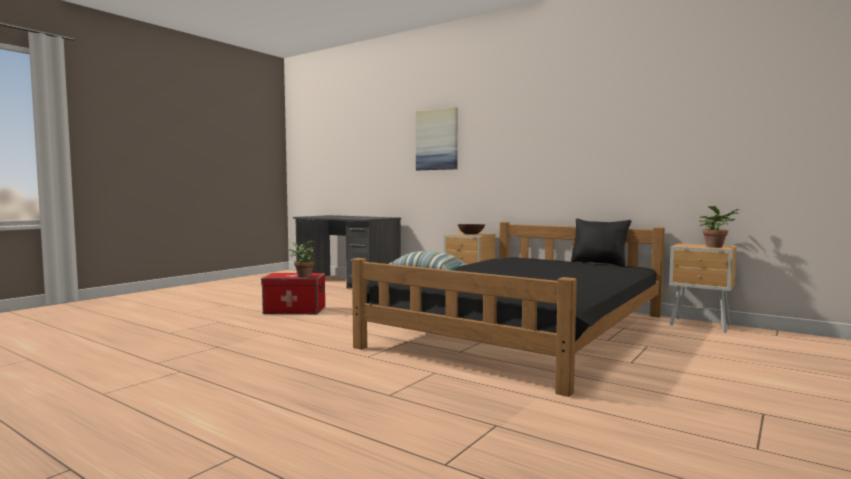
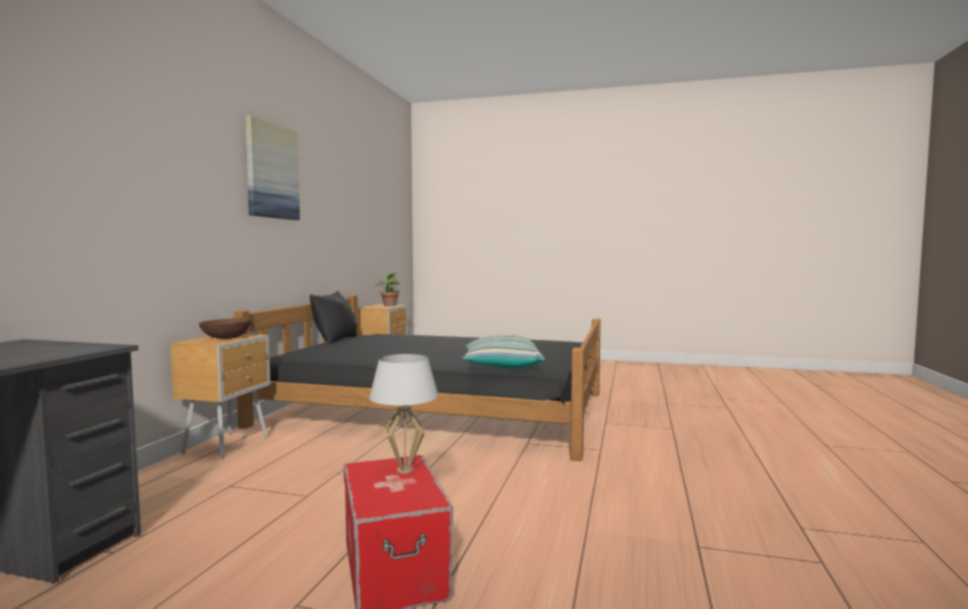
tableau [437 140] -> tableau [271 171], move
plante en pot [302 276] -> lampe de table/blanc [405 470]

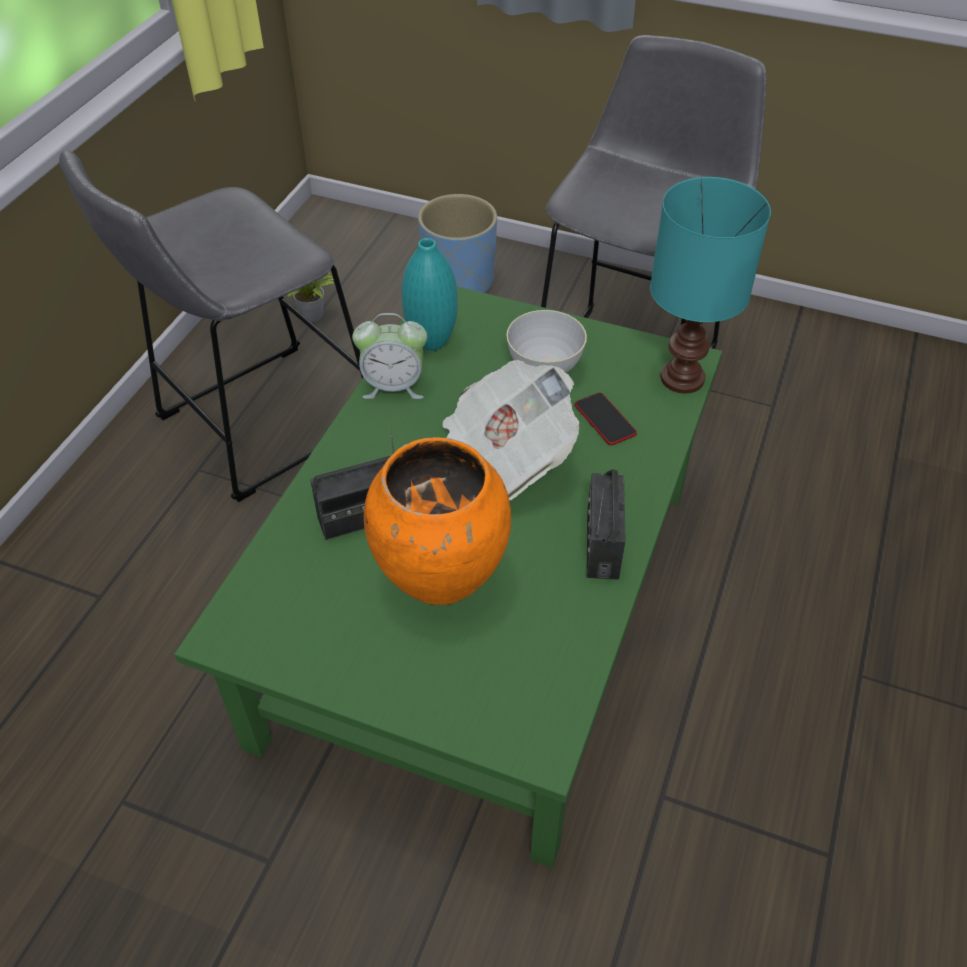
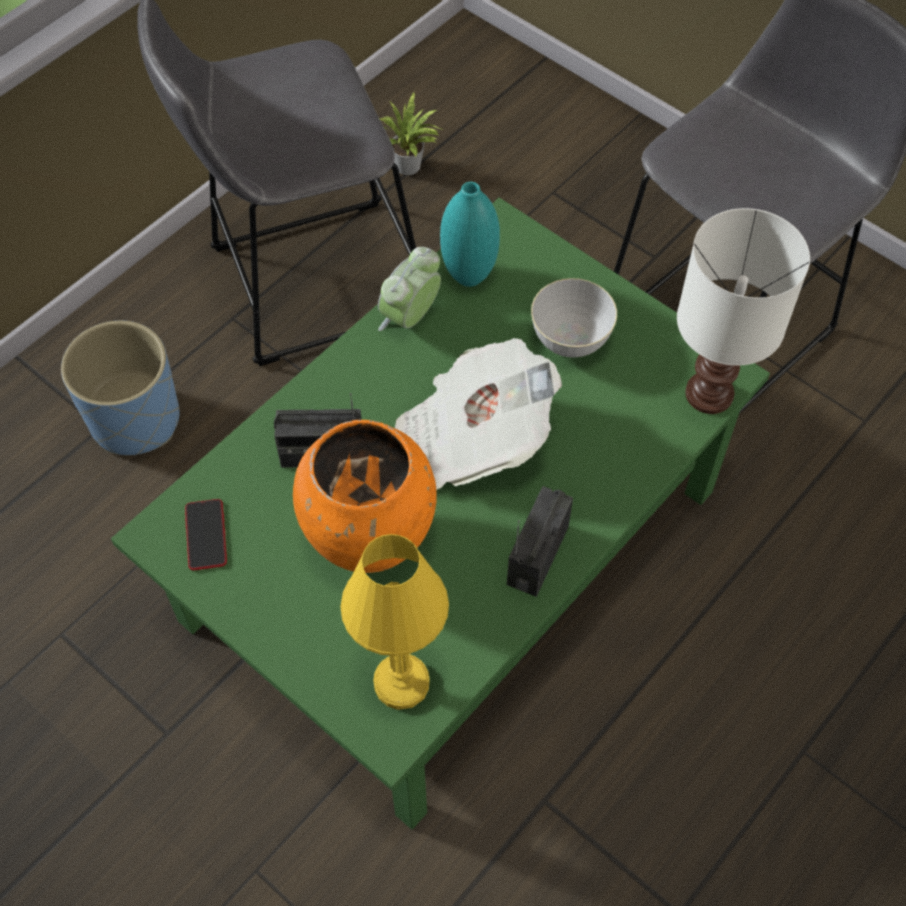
none -> lampe de table/jaune [401 683]
cache-pot/bleu [459 282] -> cache-pot/bleu [136 420], move
téléphone [605 420] -> téléphone [206 535], move
lampe de table/turquoise [684 379] -> lampe de table/blanc [711 395]
réveil [394 386] -> réveil [410 317], 105 degrees clockwise

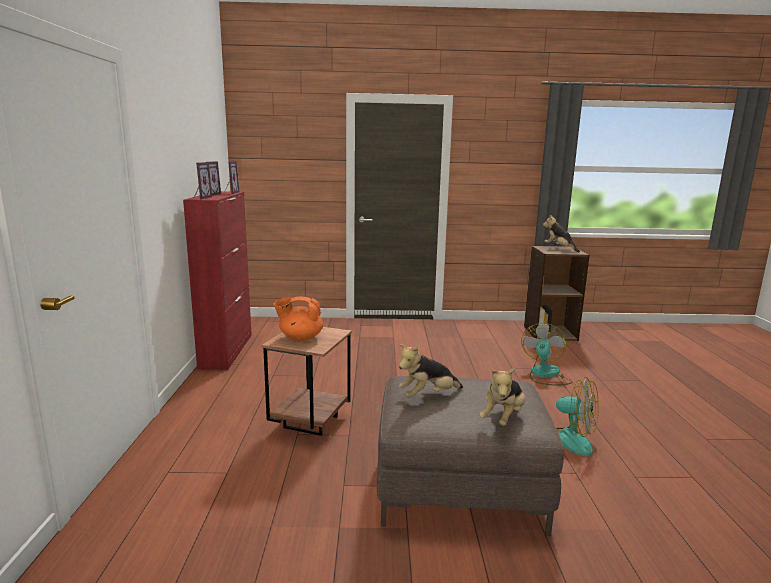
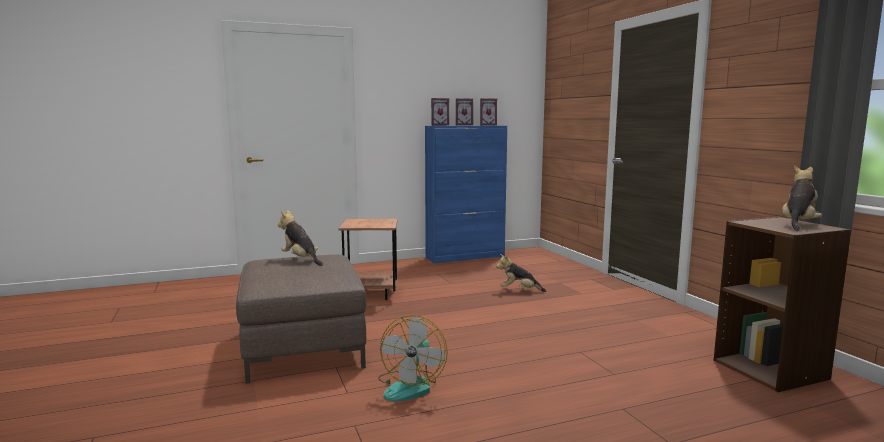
théière/orange [300 338] -> none
ventilateur [545 375] -> none
peluche [503 418] -> peluche [519 290], move
meuble de rangement/rouge [227 350] -> meuble de rangement/bleu [465 257]

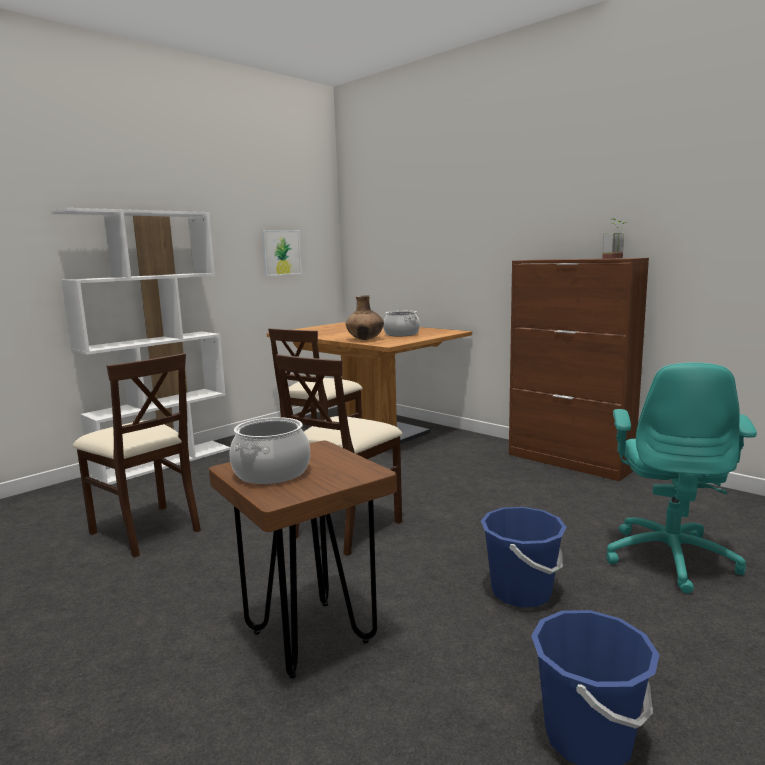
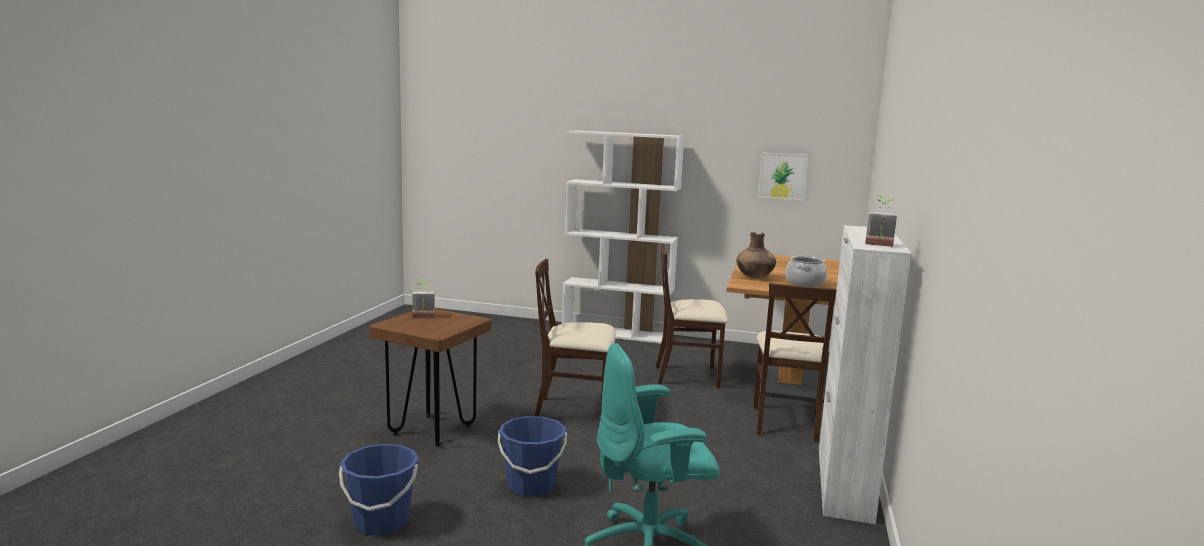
chaise/beige [146 530] -> chaise/beige [786 423], move
marmite [271 472] -> plante en pot [423 317]
meuble de rangement/marron [569 462] -> meuble de rangement/blanc [844 483]

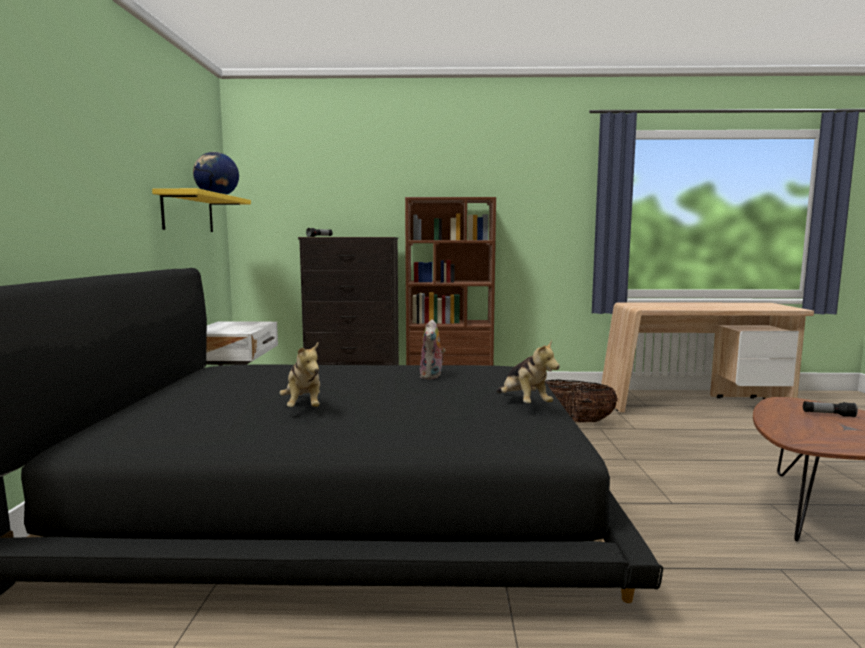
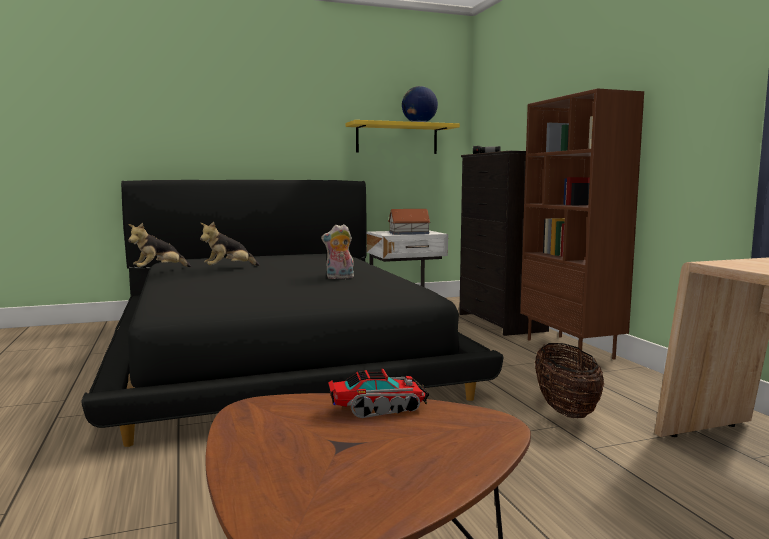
lampe de poche [828 415] -> none
none -> camion jouet [379 409]
none -> maison miniature [409 233]
peluche [524 404] -> peluche [159 270], move

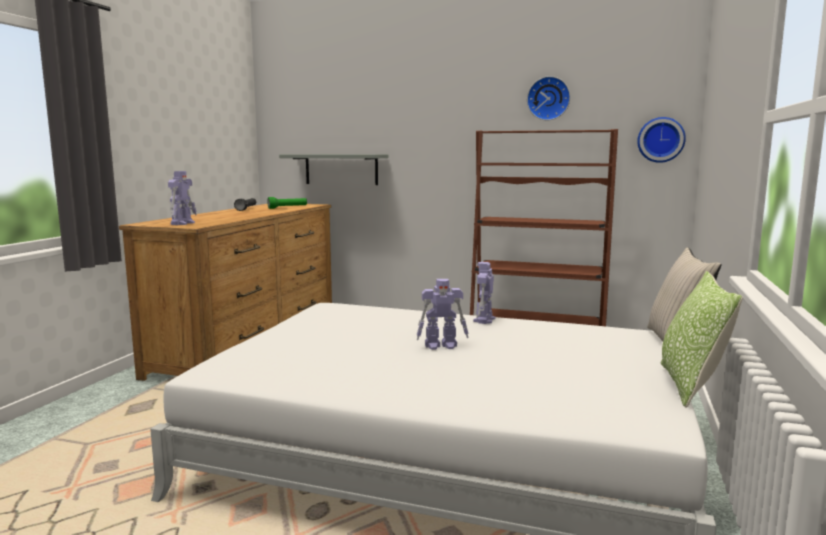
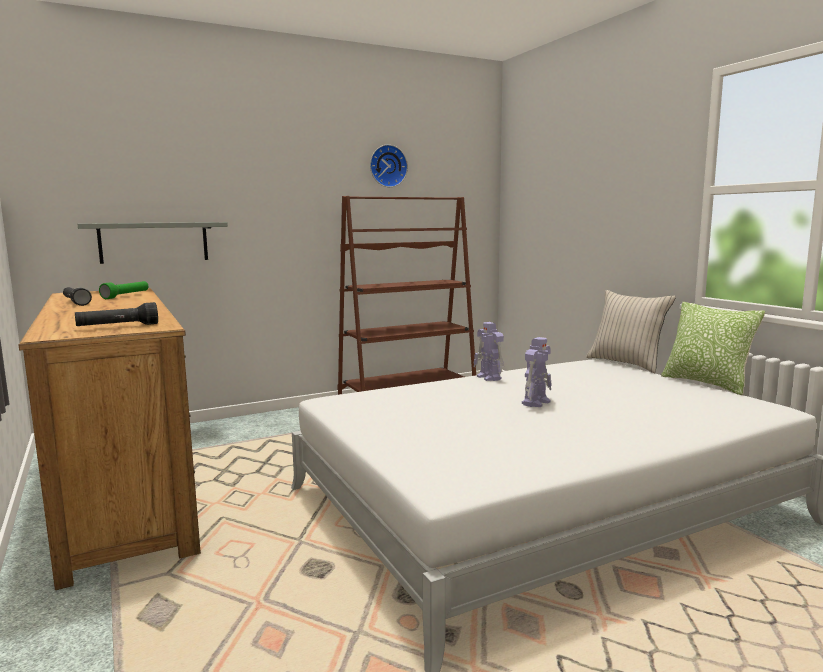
horloge murale [660 140] -> none
robot jouet [183 223] -> lampe de poche/noir [118 327]

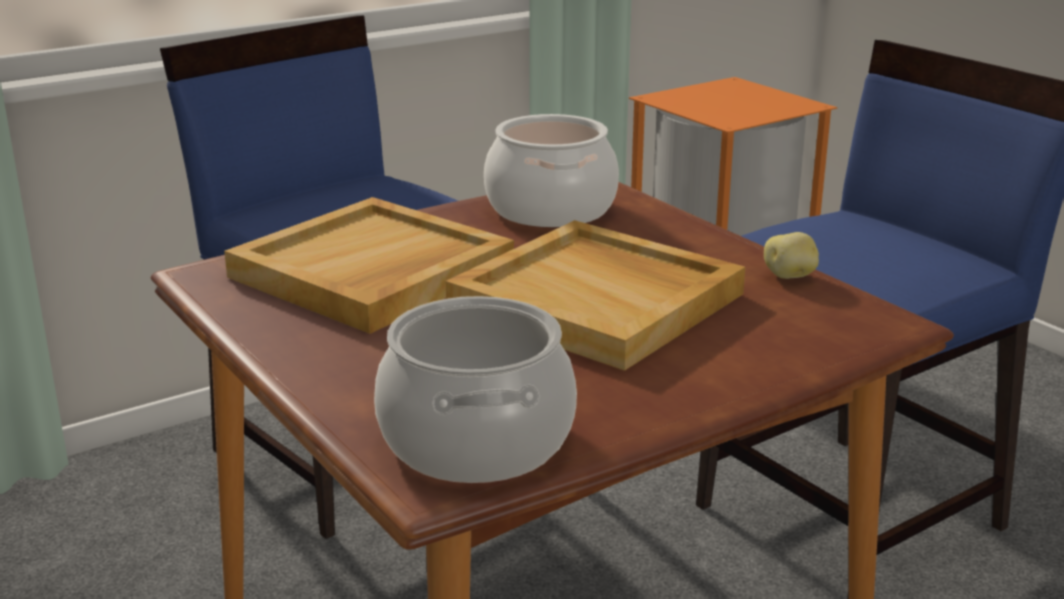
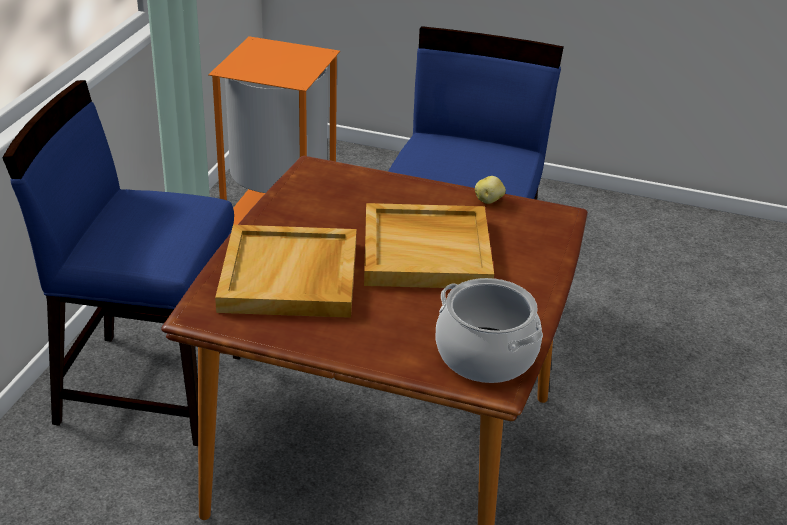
marmite [551 209] -> none

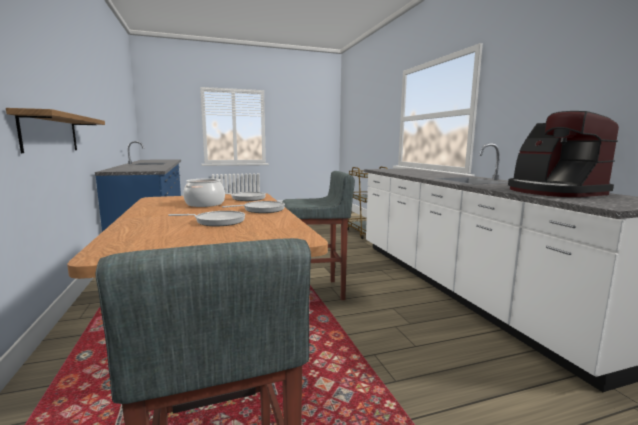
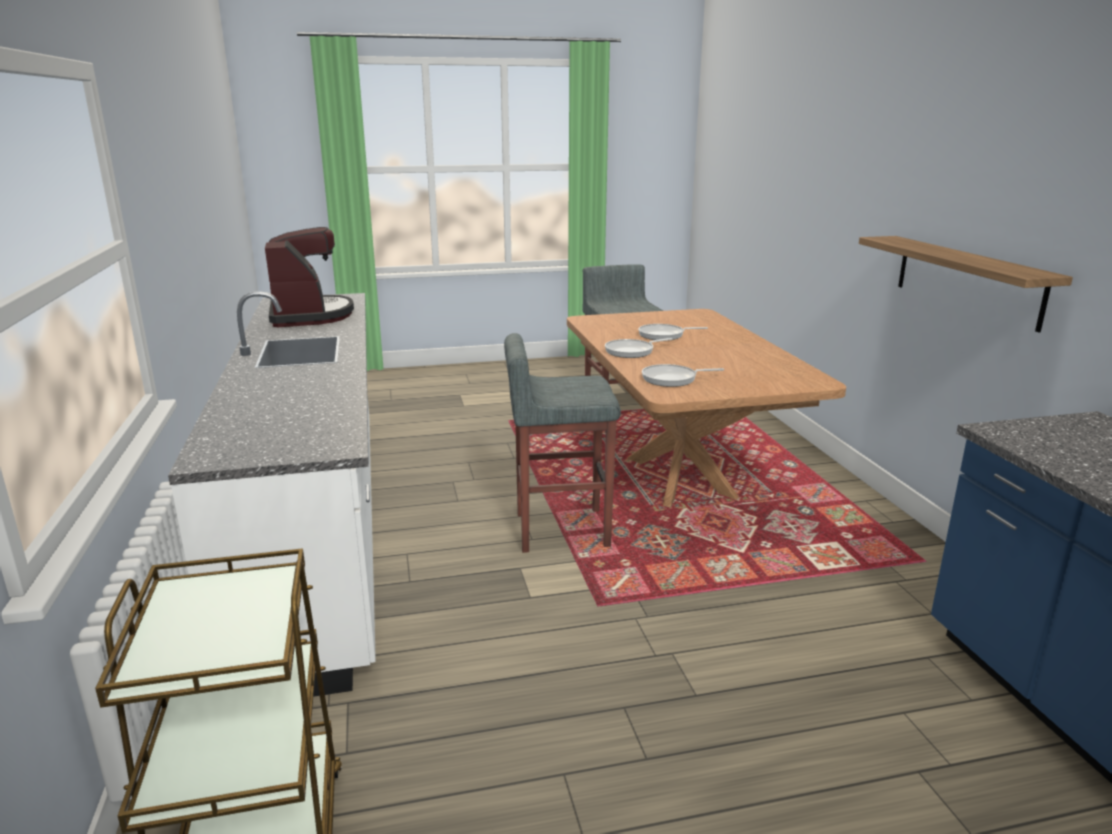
marmite [205 204] -> none

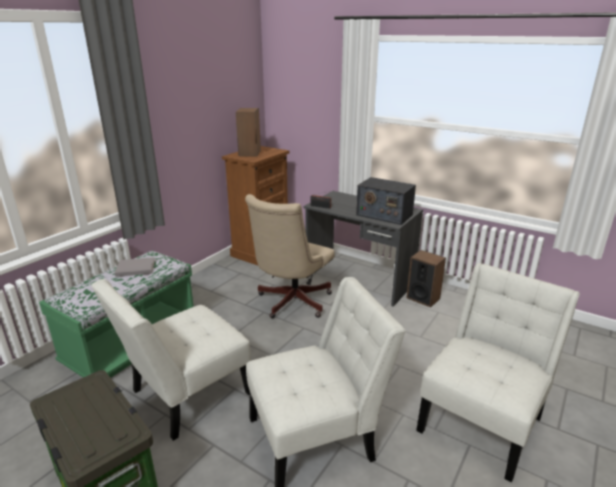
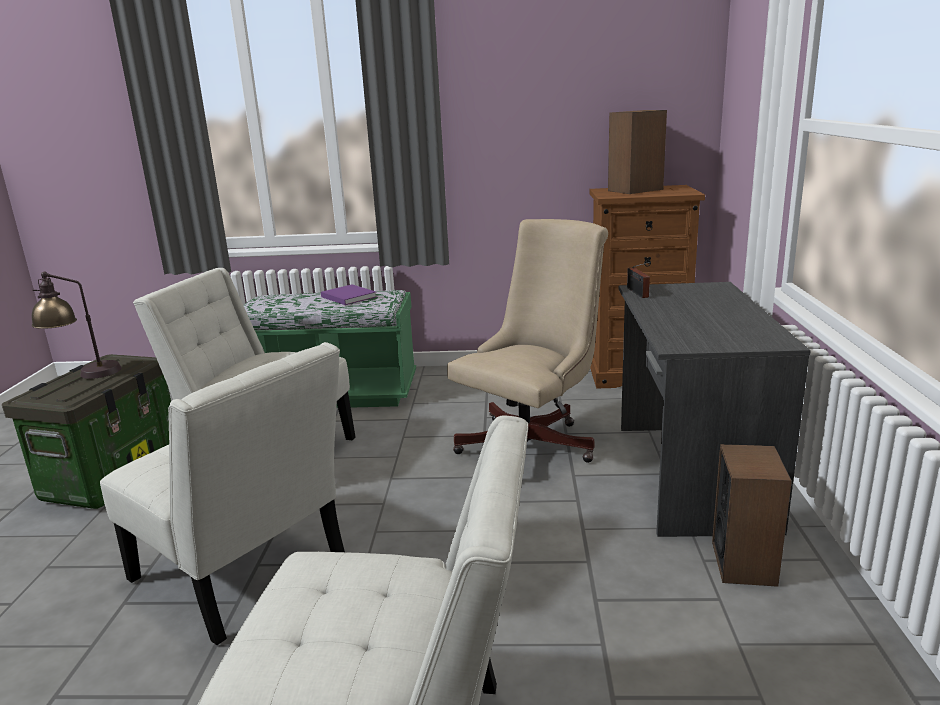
radio [384 214] -> none
none -> lampe de table [84 374]
livre/gris [134 268] -> livre/violet [348 296]
chaise de bureau/beige [291 303] -> chaise de bureau/beige [533 444], 135 degrees clockwise

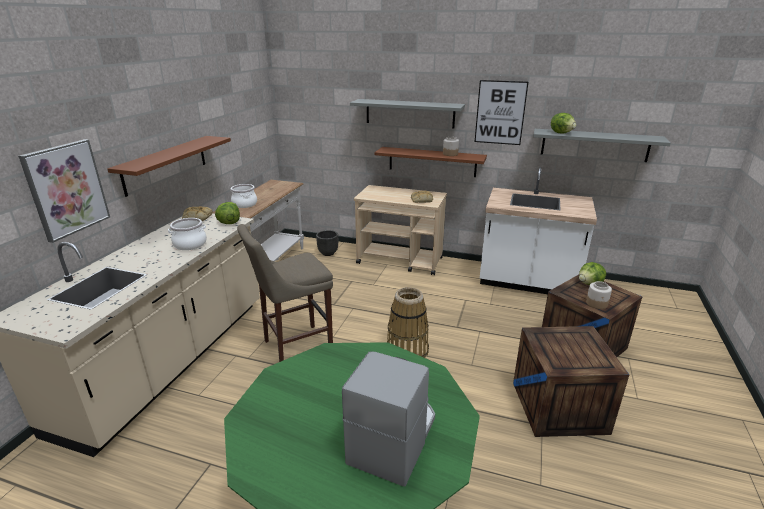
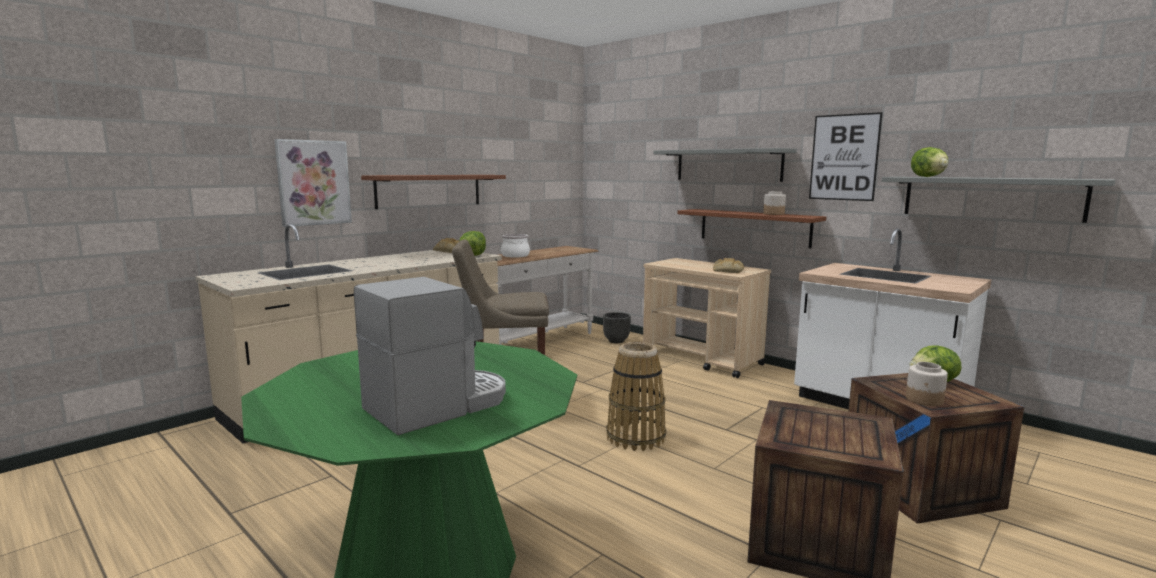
marmite [190 244] -> none

